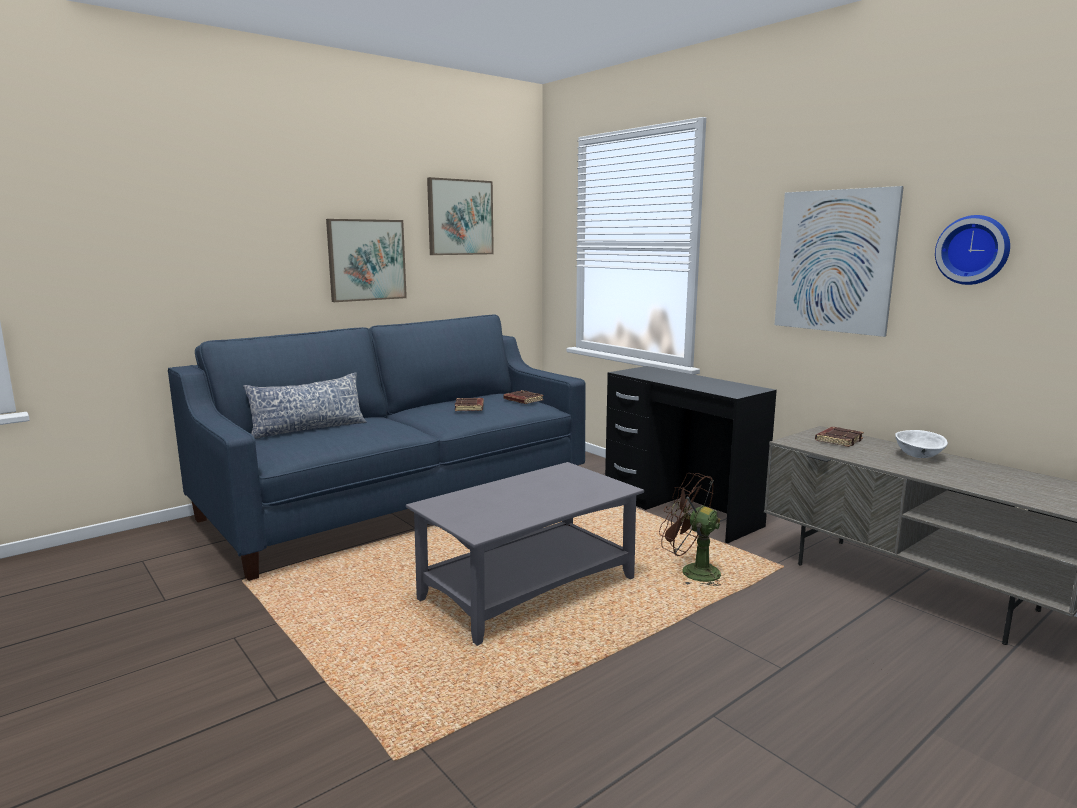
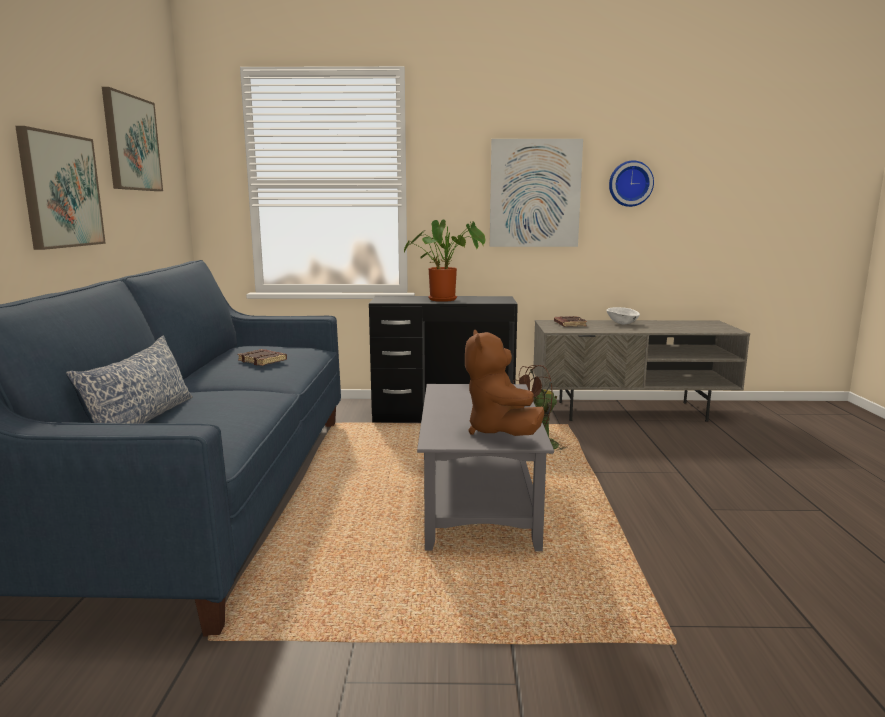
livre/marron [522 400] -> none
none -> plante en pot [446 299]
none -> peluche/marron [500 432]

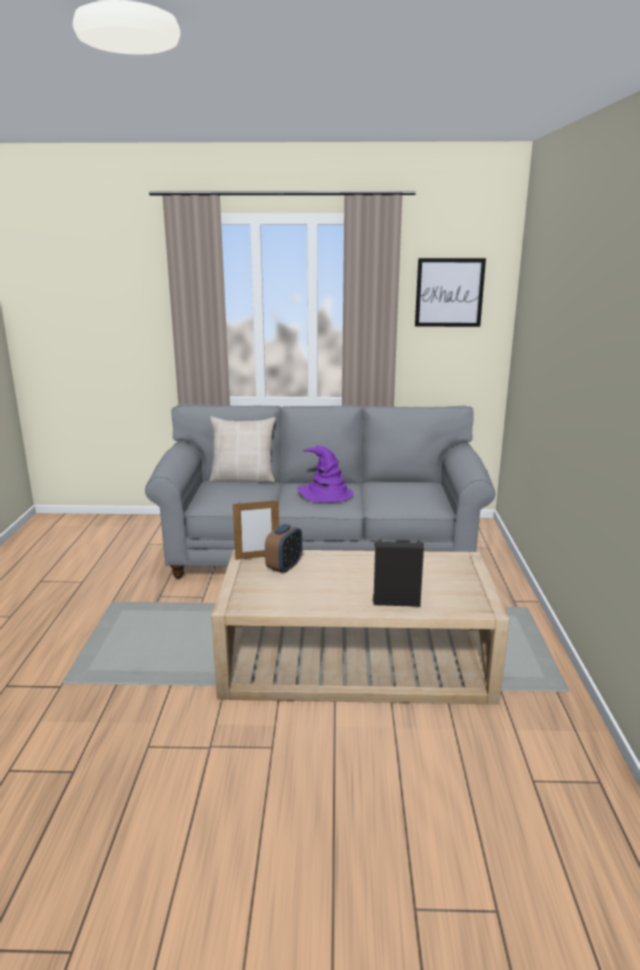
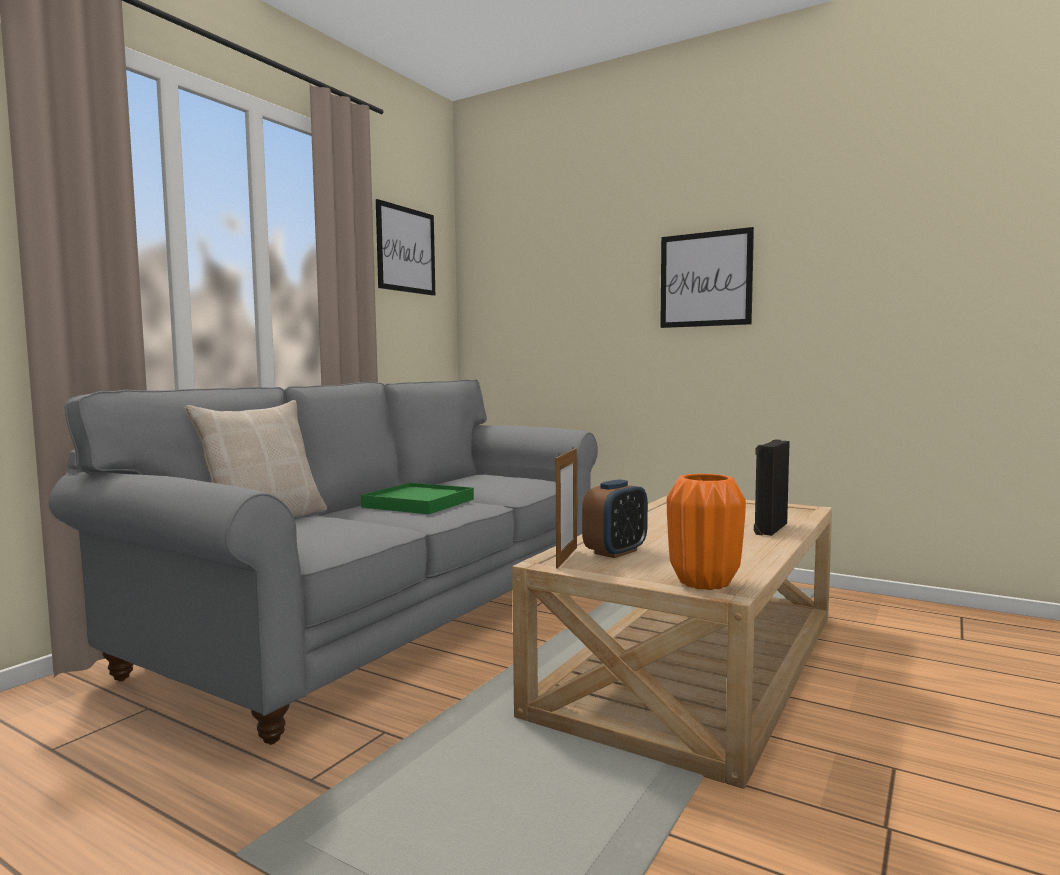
none -> tableau [705 279]
none -> vase/orange [705 582]
chapeau/violet [325 494] -> plateau/vert [419 503]
réveil [284 566] -> réveil [615 552], 75 degrees clockwise

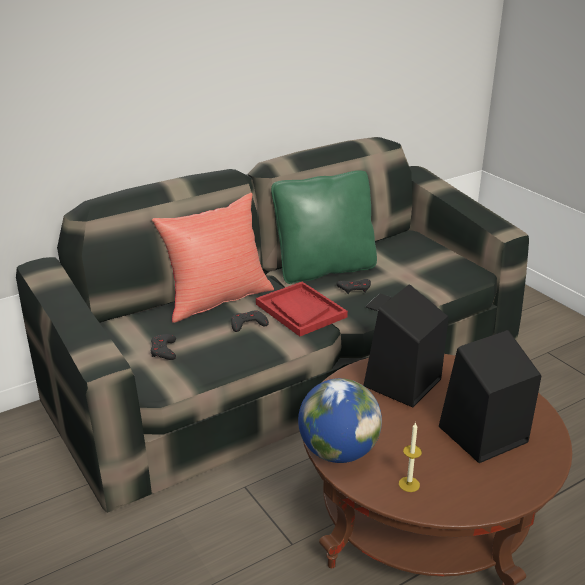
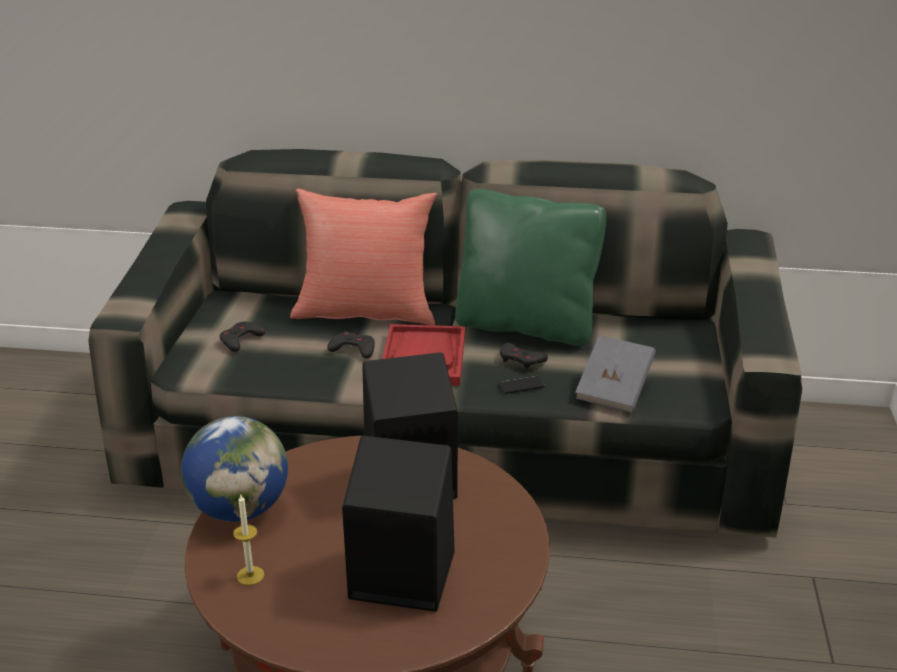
none -> livre/gris [614 390]

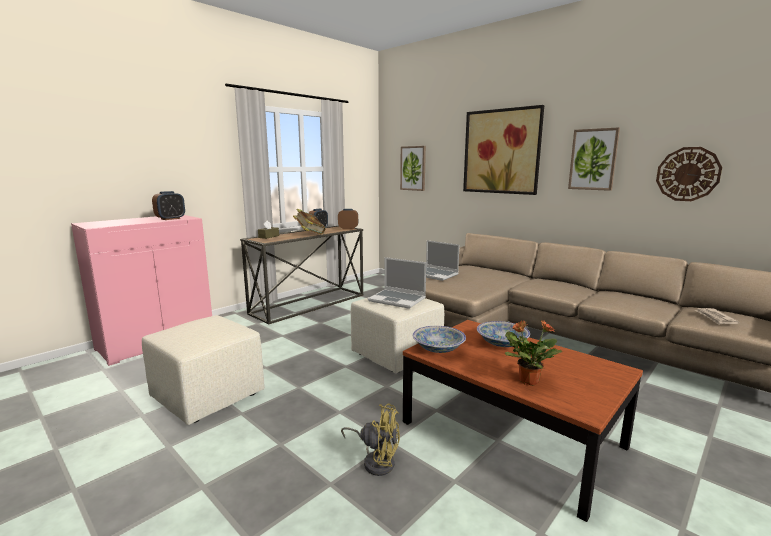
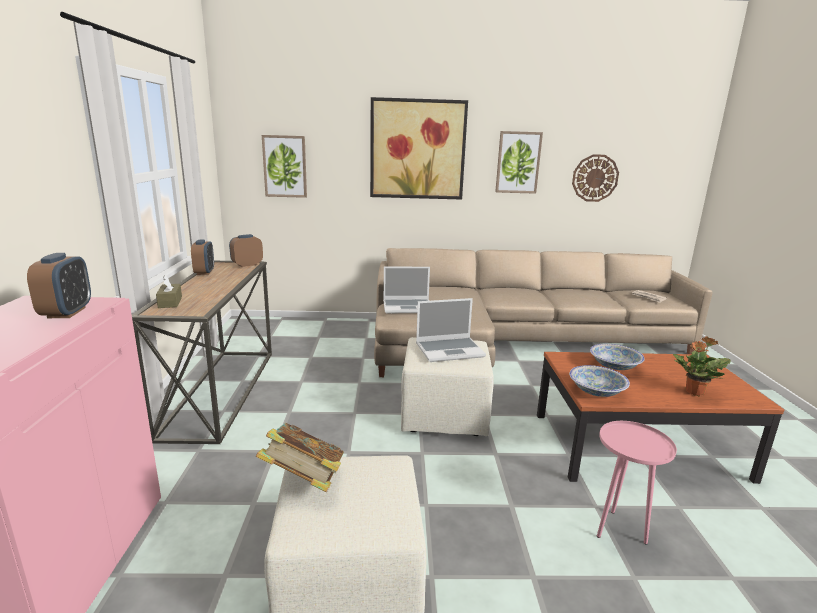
livre [309 234] -> livre [304 481], move
ventilateur/jaune [376 460] -> table d'appoint/rose [618 530]

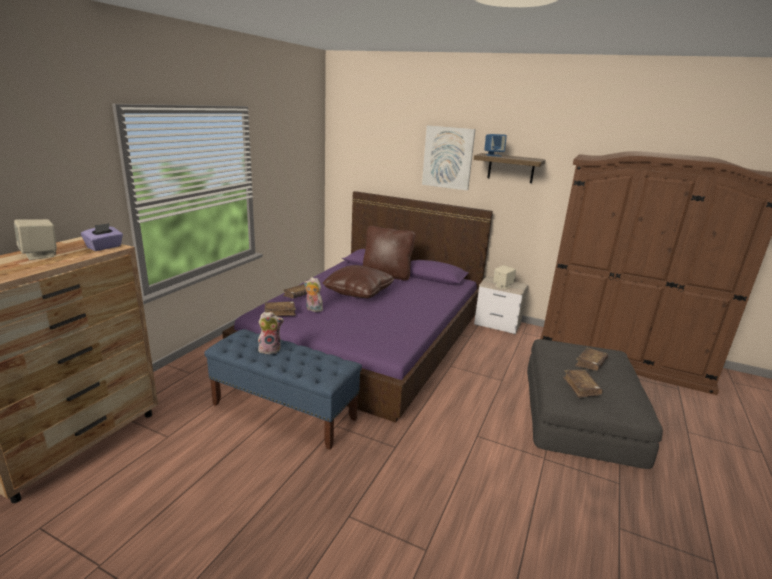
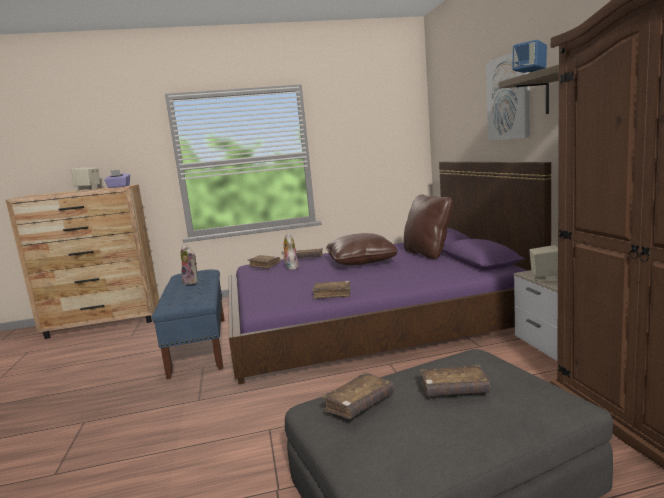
none -> livre/marron [332 294]

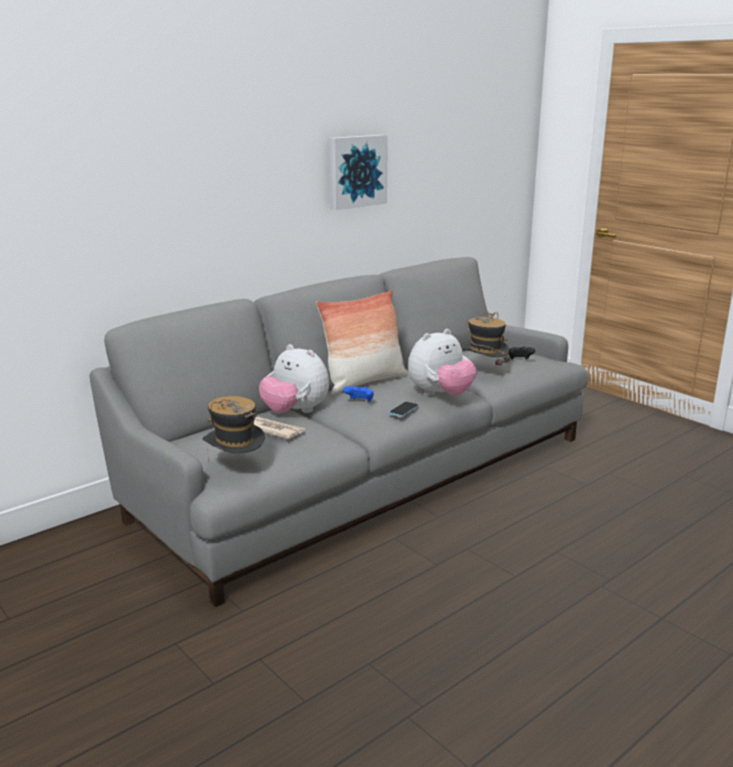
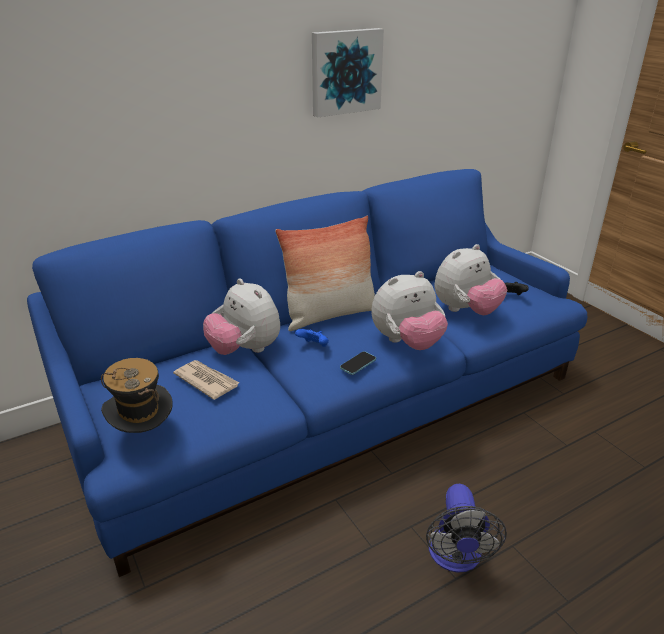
none -> ventilateur [456 558]
chapeau [484 372] -> peluche [466 311]
canapé/gris [367 473] -> canapé/bleu [333 402]

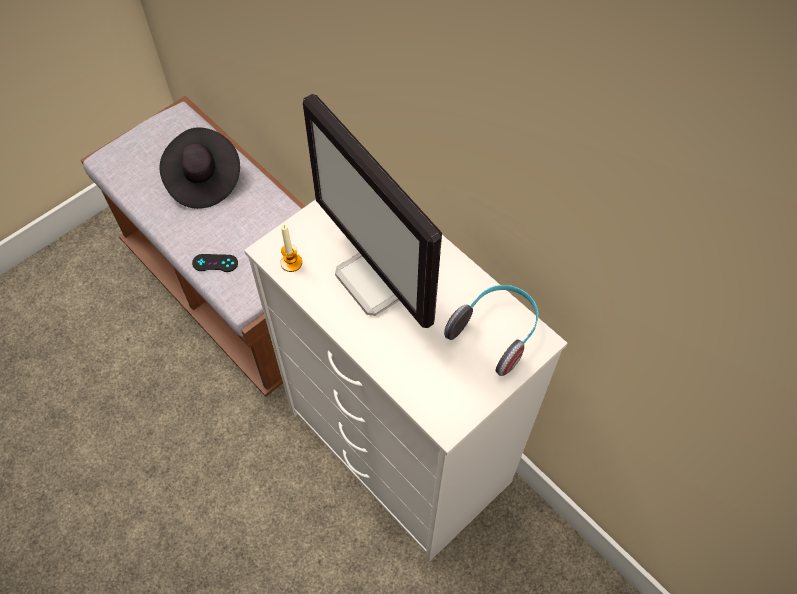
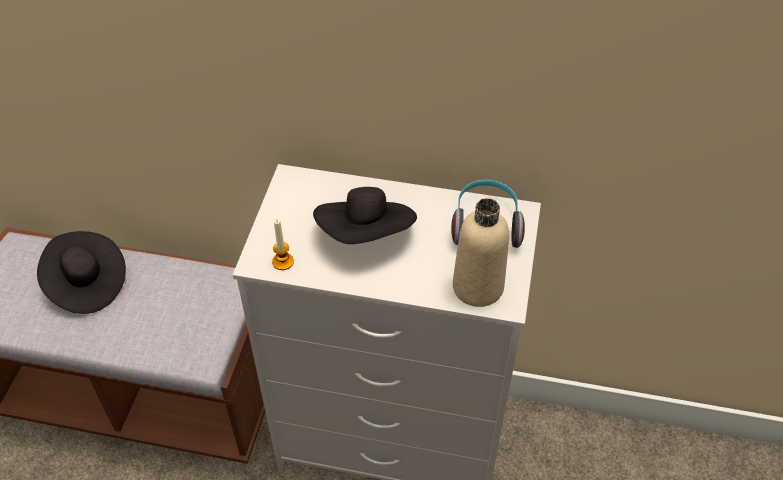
manette/noir [215 263] -> none
none -> bouteille/beige [478 287]
écran d'ordinateur [380 279] -> chapeau/noir [366 235]

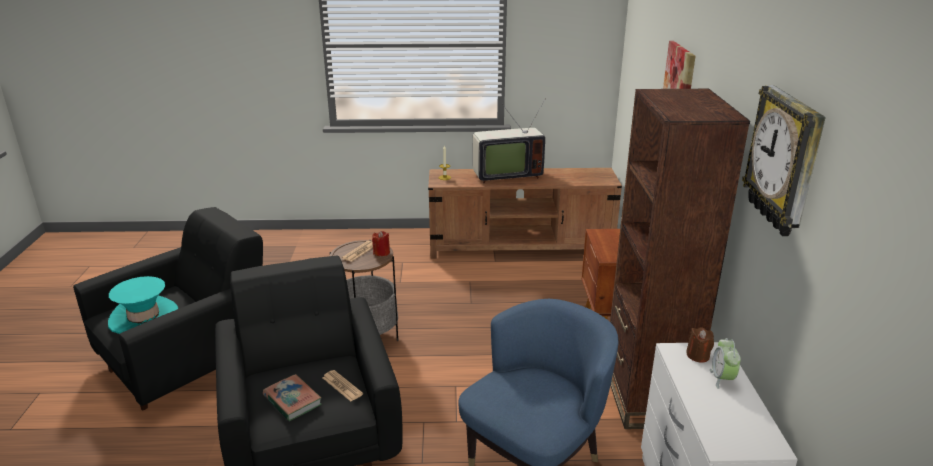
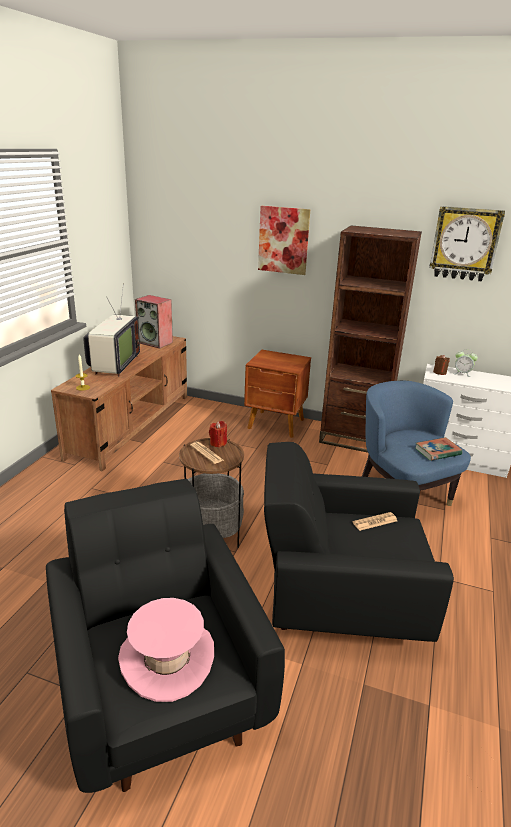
none -> enceinte [155 342]
livre [292 400] -> livre [437 452], move
chapeau/turquoise [144 317] -> chapeau/rose [167 659]

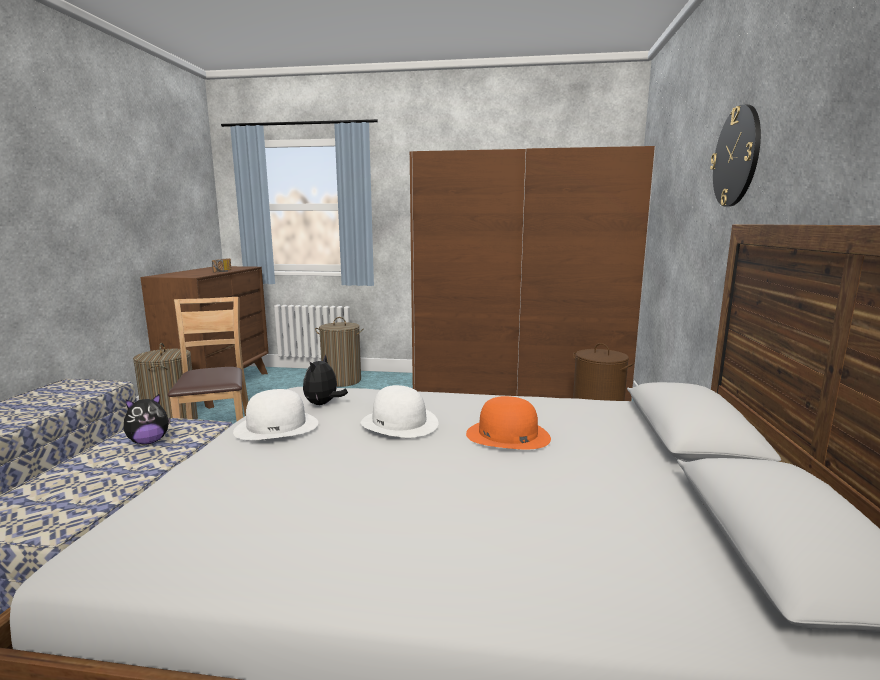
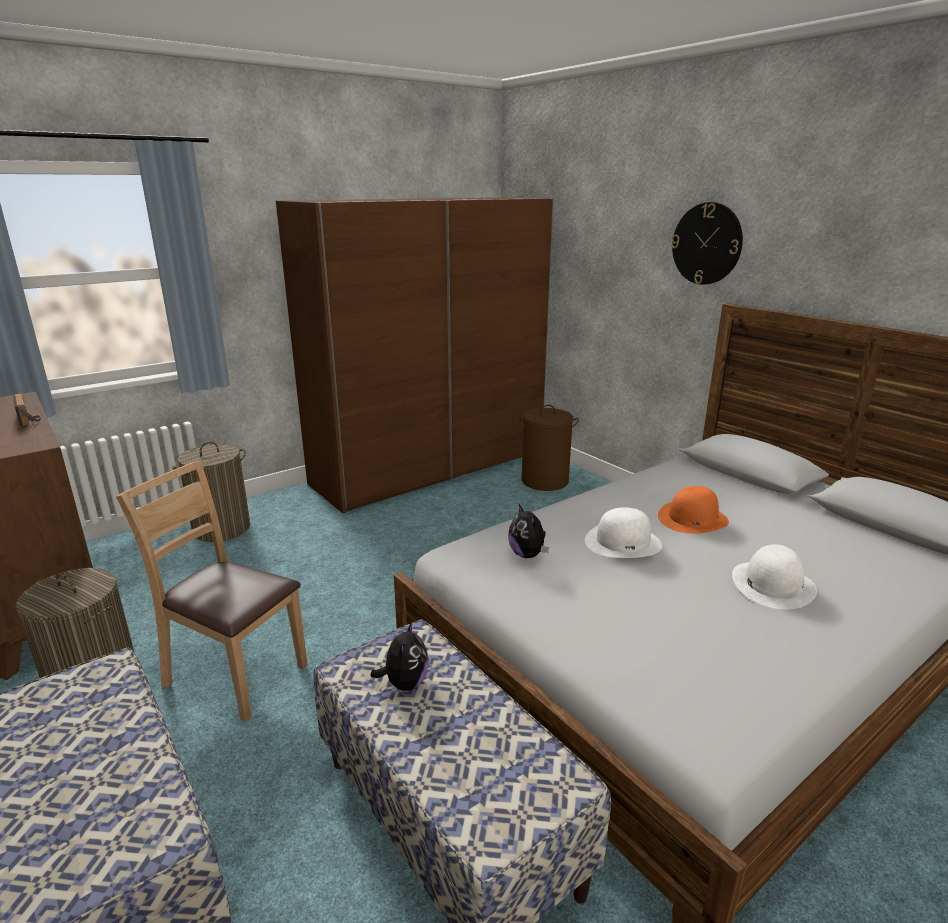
chapeau/blanc [277 426] -> chapeau/blanc [772 584], move

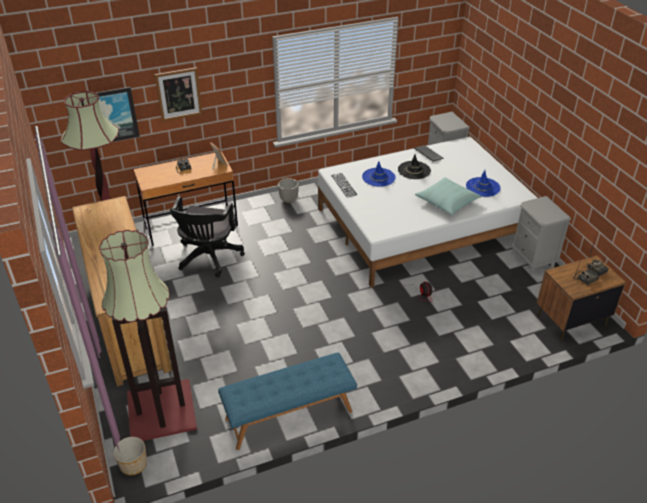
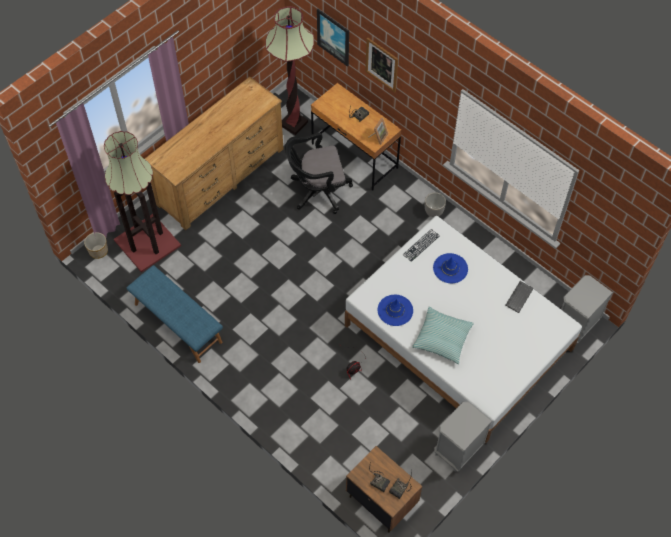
chapeau/noir [414 170] -> none
chapeau/bleu [483 187] -> chapeau/bleu [395 310], move

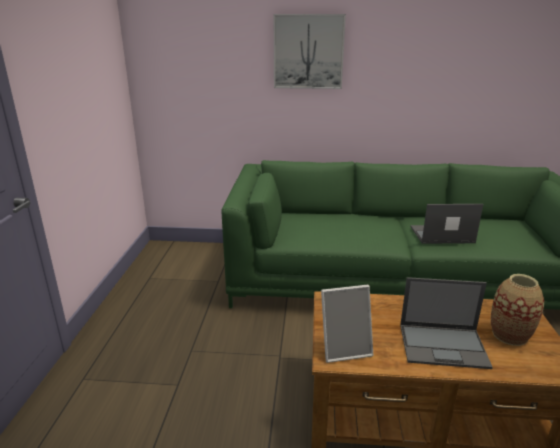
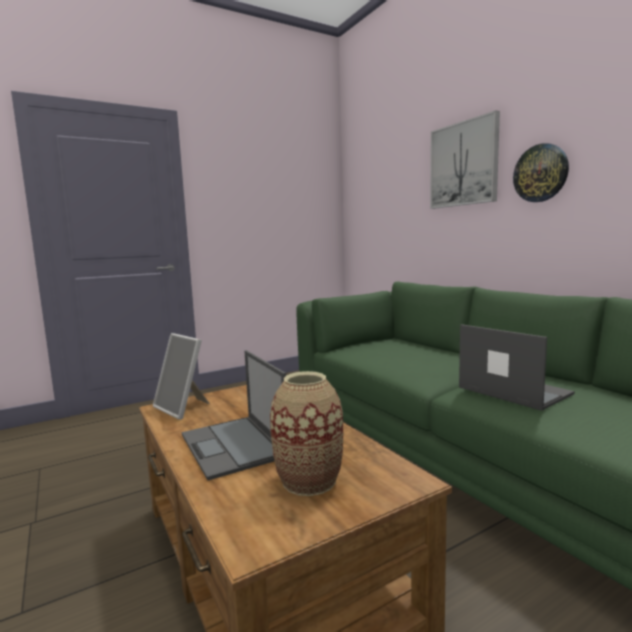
none -> horloge murale [540 173]

